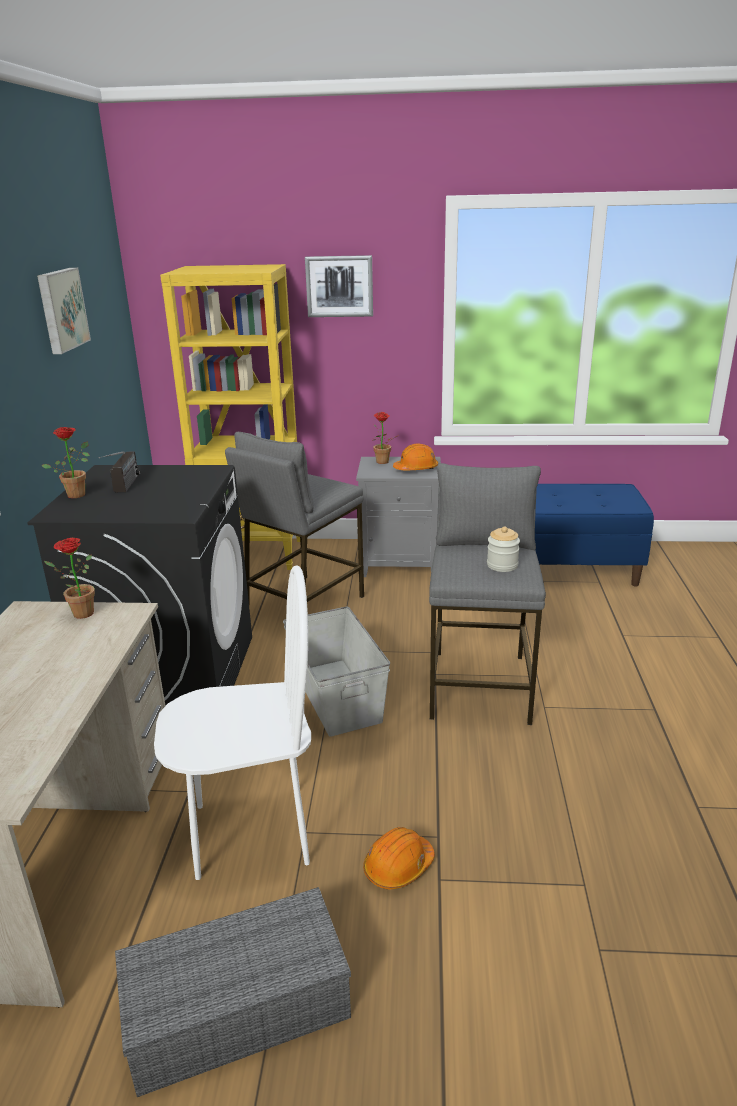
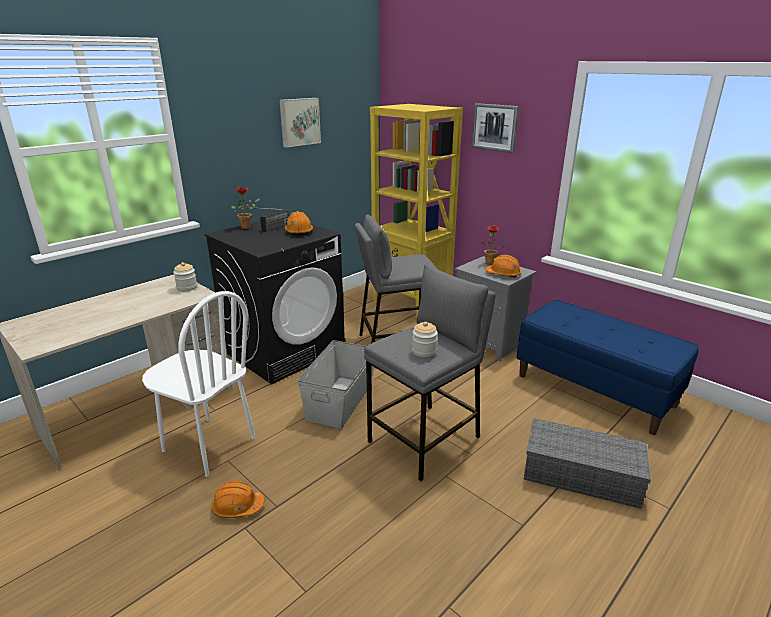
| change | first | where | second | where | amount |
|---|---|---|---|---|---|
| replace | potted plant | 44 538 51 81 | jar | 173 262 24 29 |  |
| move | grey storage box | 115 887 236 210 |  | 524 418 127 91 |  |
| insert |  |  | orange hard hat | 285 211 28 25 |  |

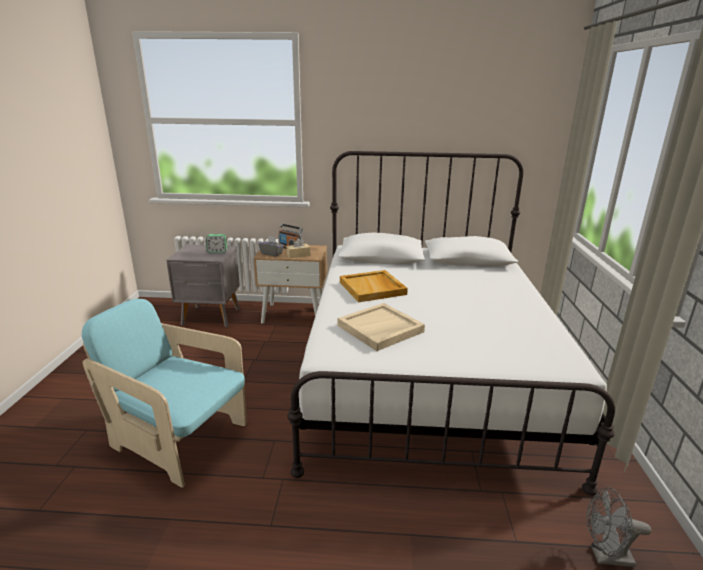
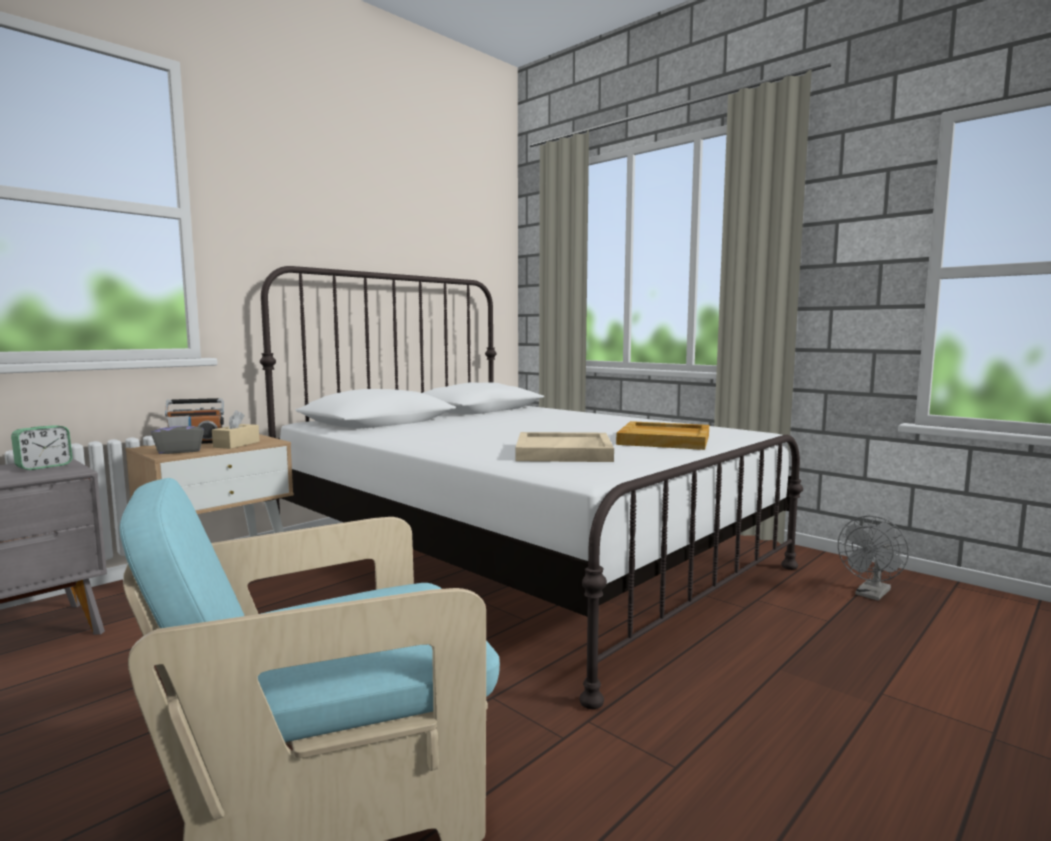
| change | first | where | second | where | amount |
|---|---|---|---|---|---|
| move | beige tray | 340 270 68 32 |  | 616 421 93 29 |  |

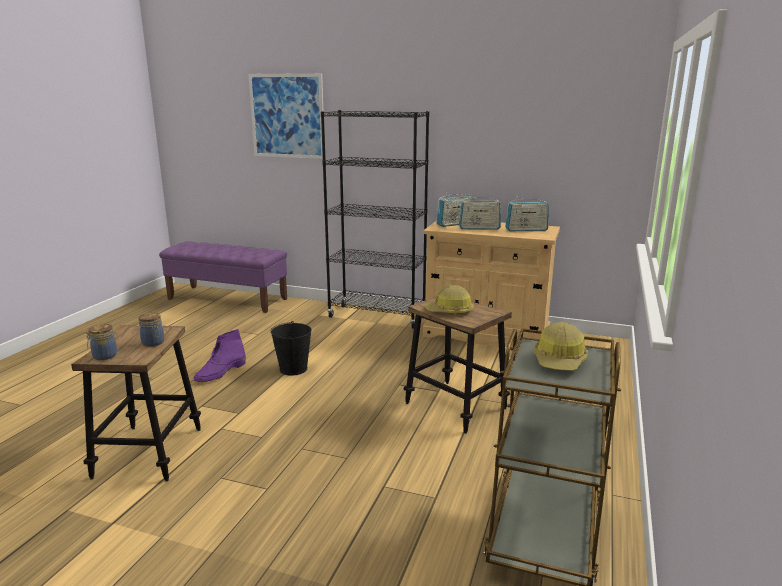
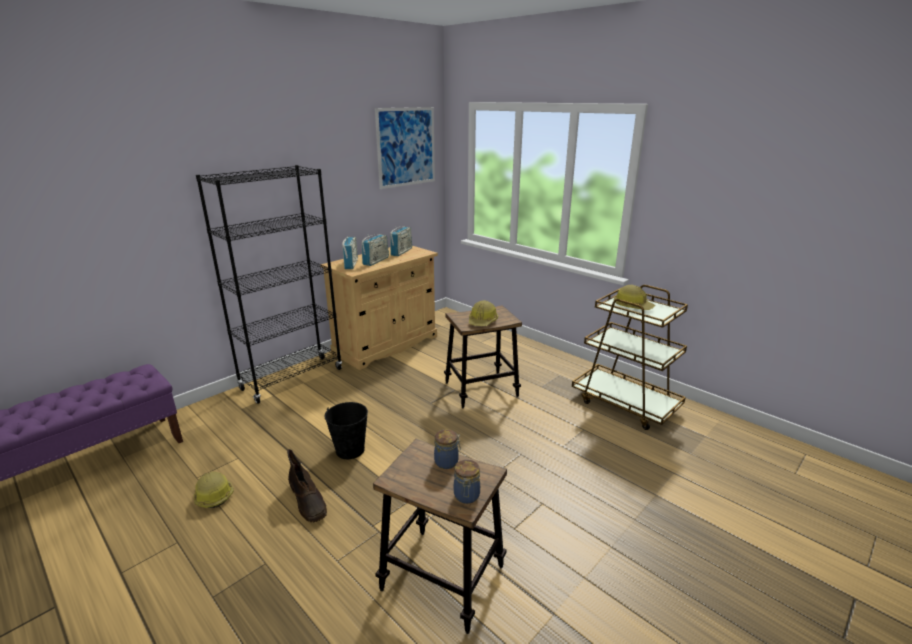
| change | first | where | second | where | amount |
|---|---|---|---|---|---|
| move | picture | 248 73 75 86 |  | 375 107 60 82 |  |
| recolor | purple boot | 194 329 52 53 | brown boot | 287 449 40 74 |  |
| insert |  |  | hard hat | 194 471 40 37 |  |

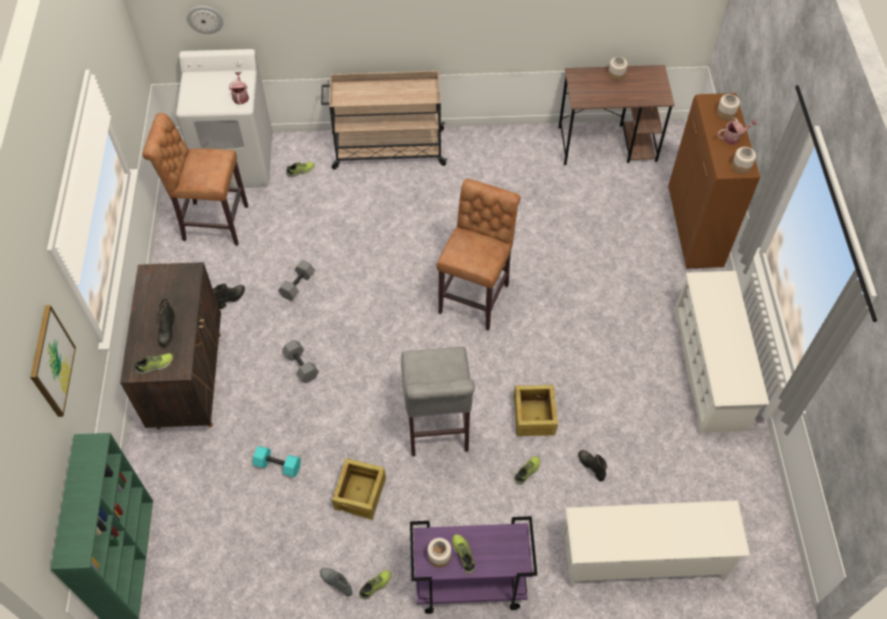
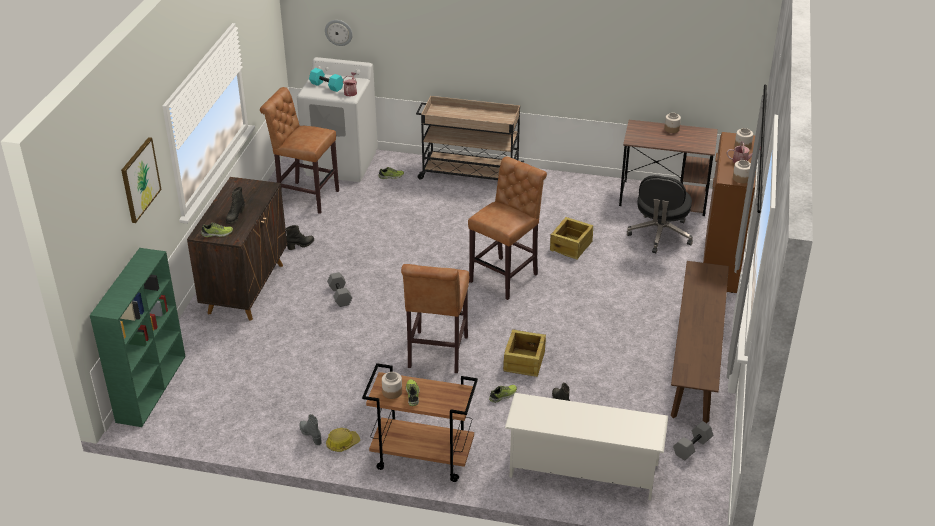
| change | first | where | second | where | amount |
|---|---|---|---|---|---|
| move | grey dumbbell | 278 260 37 41 |  | 673 421 41 39 |  |
| replace | white shoe rack | 674 271 95 164 | brown bench | 671 261 58 162 |  |
| recolor | grey stool | 401 346 74 110 | brown stool | 401 264 68 109 |  |
| move | turquoise dumbbell | 253 446 48 31 |  | 309 68 35 24 |  |
| move | crate | 332 458 54 62 |  | 550 217 43 43 |  |
| recolor | purple cart | 410 516 127 98 | brown cart | 362 363 116 119 |  |
| replace | shoe | 359 570 32 30 | hard hat | 326 428 34 24 |  |
| insert |  |  | black office chair | 627 175 66 78 |  |

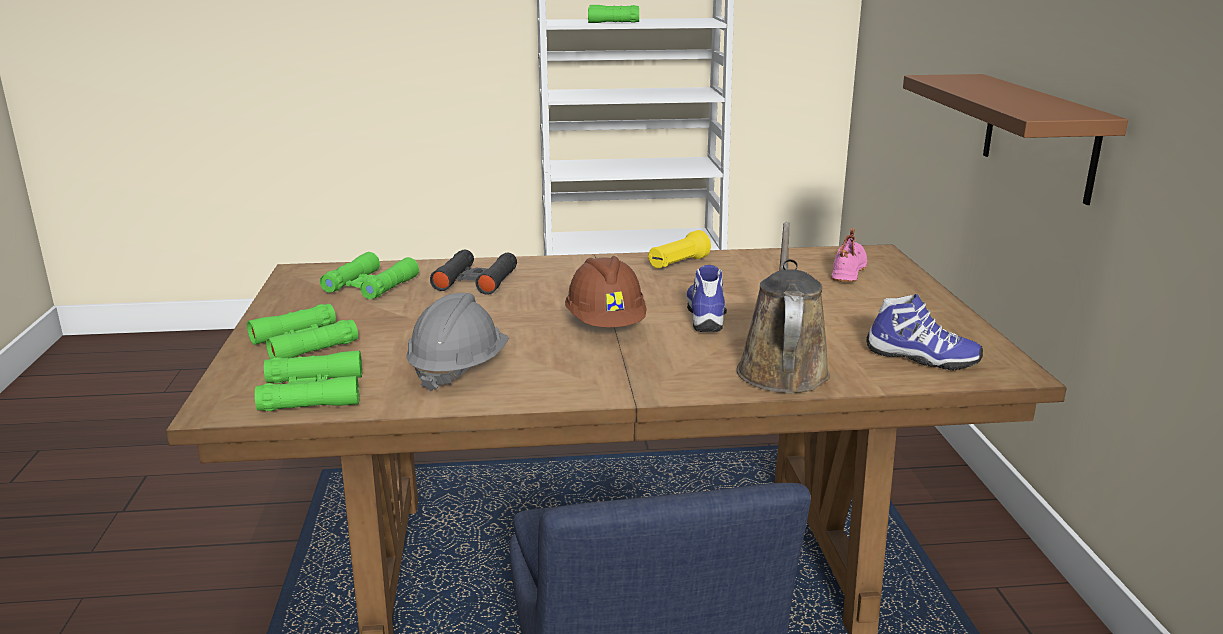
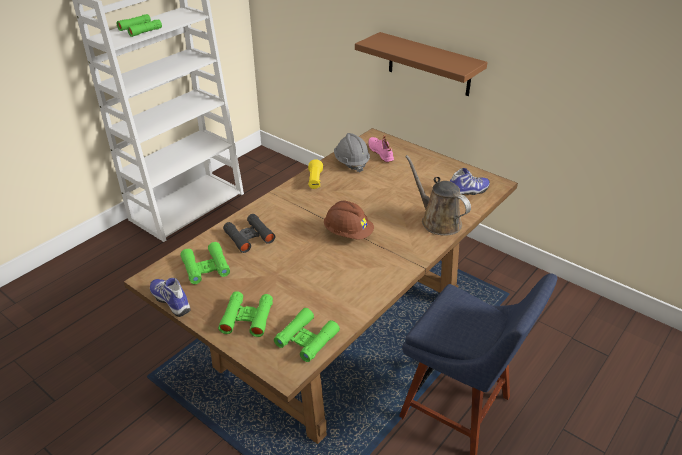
| change | first | where | second | where | amount |
|---|---|---|---|---|---|
| move | shoe | 687 265 40 67 |  | 150 278 40 39 |  |
| move | grey hard hat | 406 293 103 99 |  | 334 133 36 40 |  |

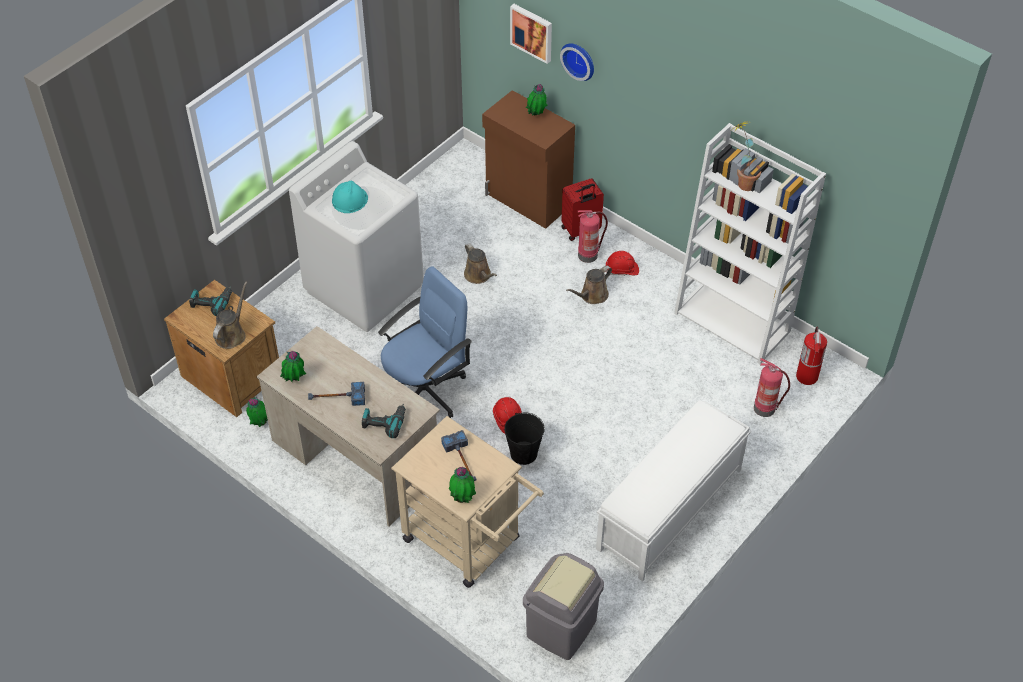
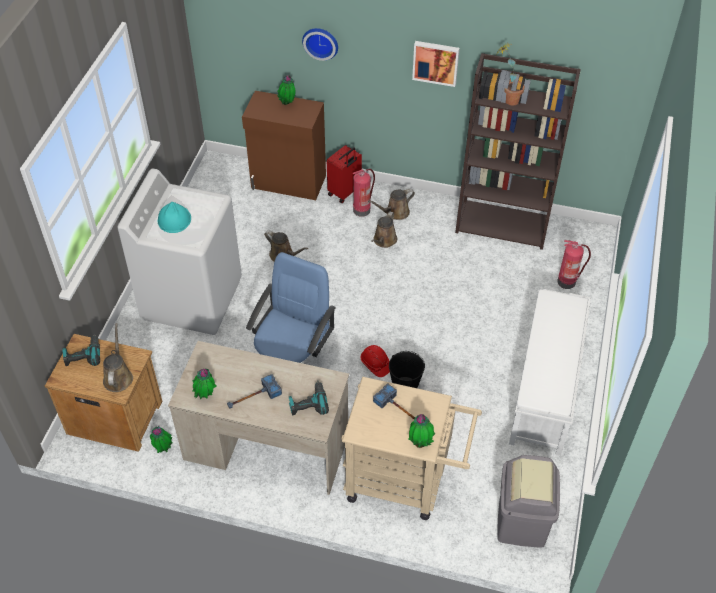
| change | first | where | second | where | amount |
|---|---|---|---|---|---|
| move | picture | 510 4 42 60 |  | 412 41 48 46 |  |
| recolor | white bookcase | 674 123 152 241 | brown bookcase | 455 53 126 197 |  |
| replace | red hard hat | 605 251 34 25 | brown watering can | 368 189 47 31 |  |
| delete | fire extinguisher | 796 327 31 58 |  |  |  |

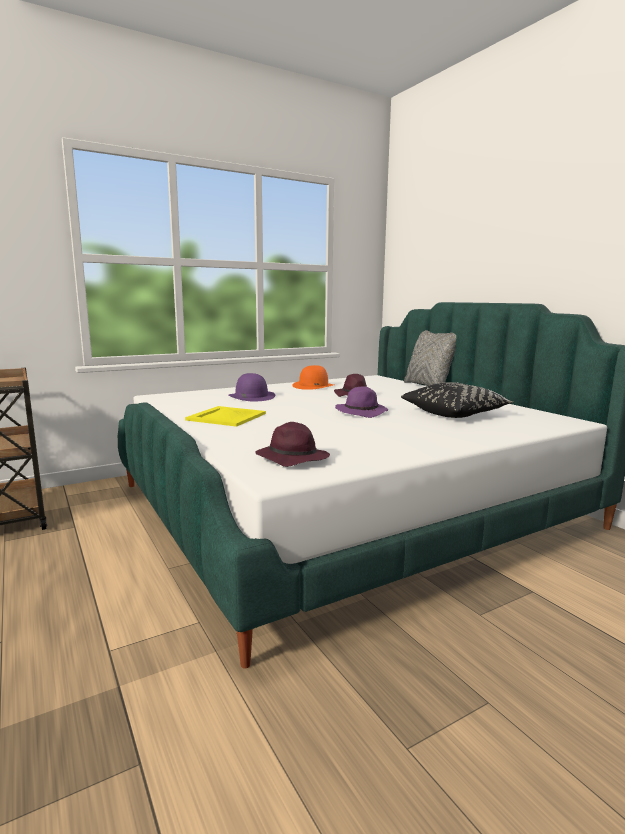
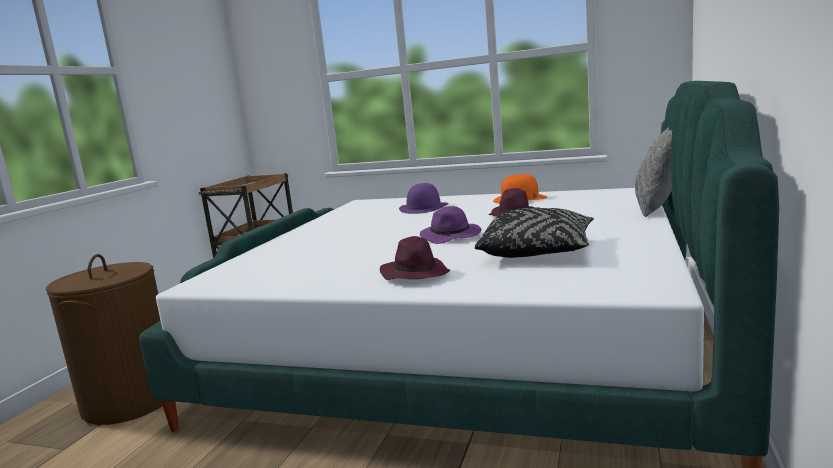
| change | first | where | second | where | amount |
|---|---|---|---|---|---|
| delete | yellow tray | 185 406 81 21 |  |  |  |
| move | purple hat | 255 422 75 45 |  | 379 236 71 44 |  |
| insert |  |  | brown laundry basket | 46 254 116 171 |  |

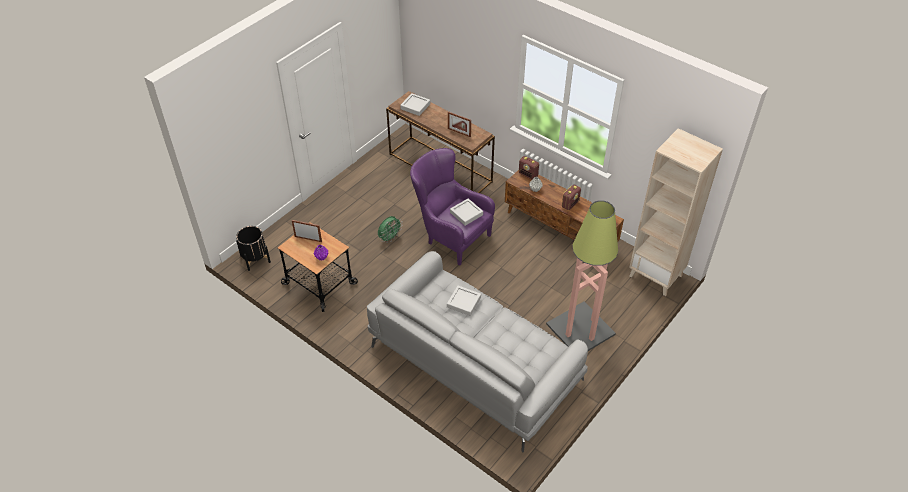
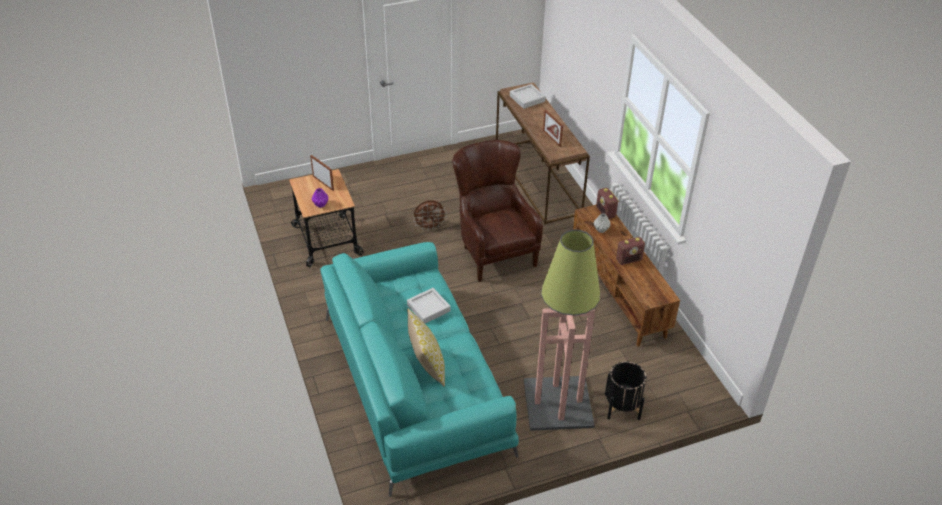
| change | first | where | second | where | amount |
|---|---|---|---|---|---|
| delete | beige bookcase | 629 128 94 168 |  |  |  |
| recolor | purple armchair | 410 148 85 118 | brown armchair | 453 140 90 142 |  |
| delete | grey tray | 450 198 33 28 |  |  |  |
| recolor | green fan | 378 216 25 25 | brown fan | 413 200 34 30 |  |
| move | black planter | 236 226 35 45 |  | 605 361 42 59 |  |
| recolor | grey sofa | 367 251 221 201 | turquoise sofa | 320 242 199 255 |  |
| insert |  |  | pillow | 407 308 38 79 |  |

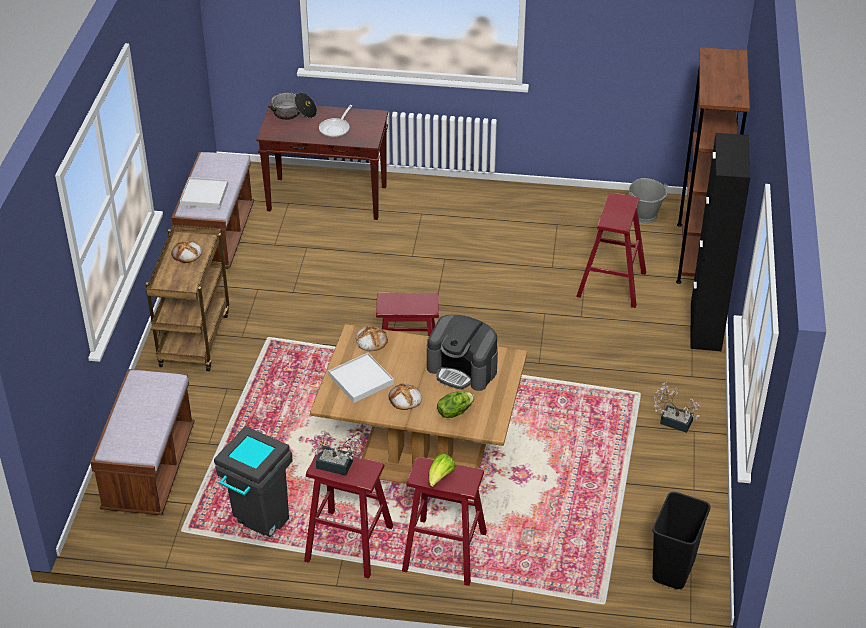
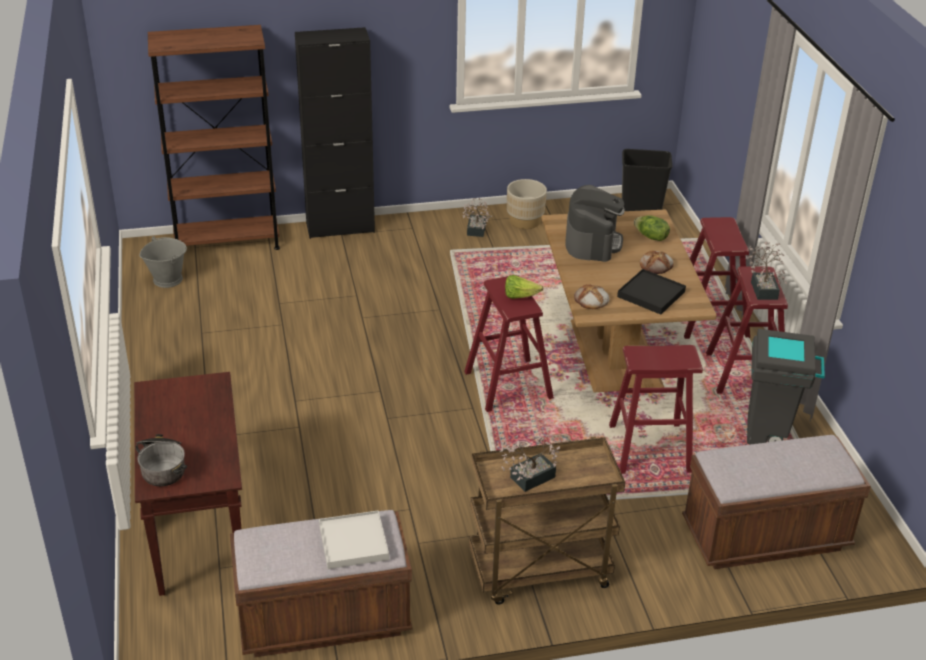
| change | first | where | second | where | amount |
|---|---|---|---|---|---|
| delete | frying pan | 319 105 33 33 |  |  |  |
| move | red stool | 576 193 70 115 |  | 609 345 94 129 |  |
| replace | bread | 171 241 31 22 | potted plant | 500 434 60 58 |  |
| recolor | white tray | 328 353 66 50 | black tray | 617 269 69 45 |  |
| move | lettuce | 429 454 26 33 |  | 505 275 38 24 |  |
| insert |  |  | beige planter | 507 179 40 50 |  |

